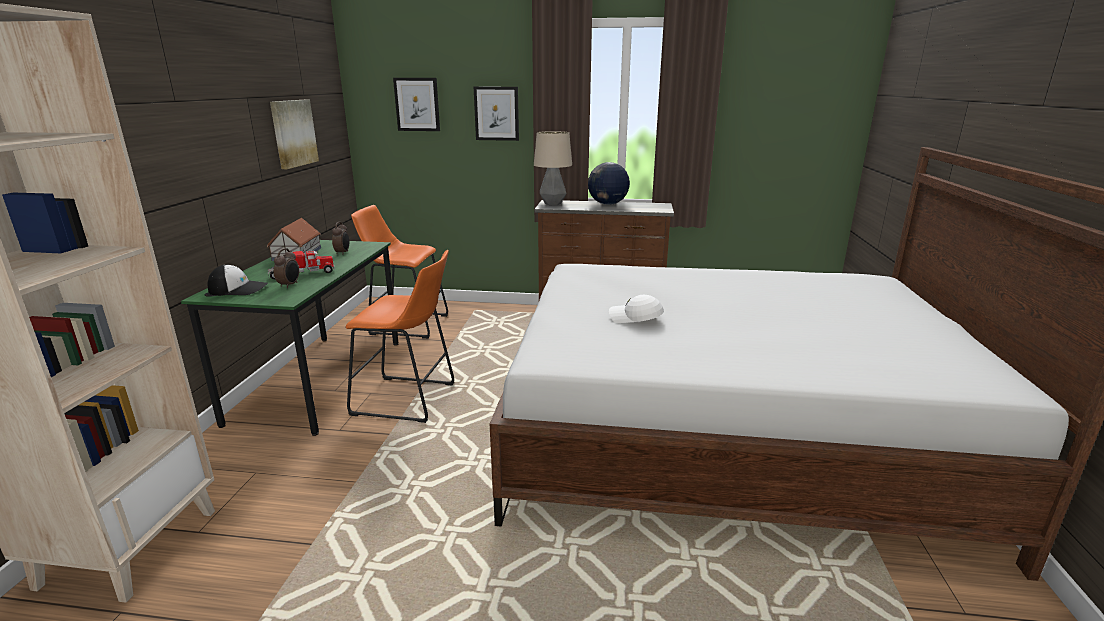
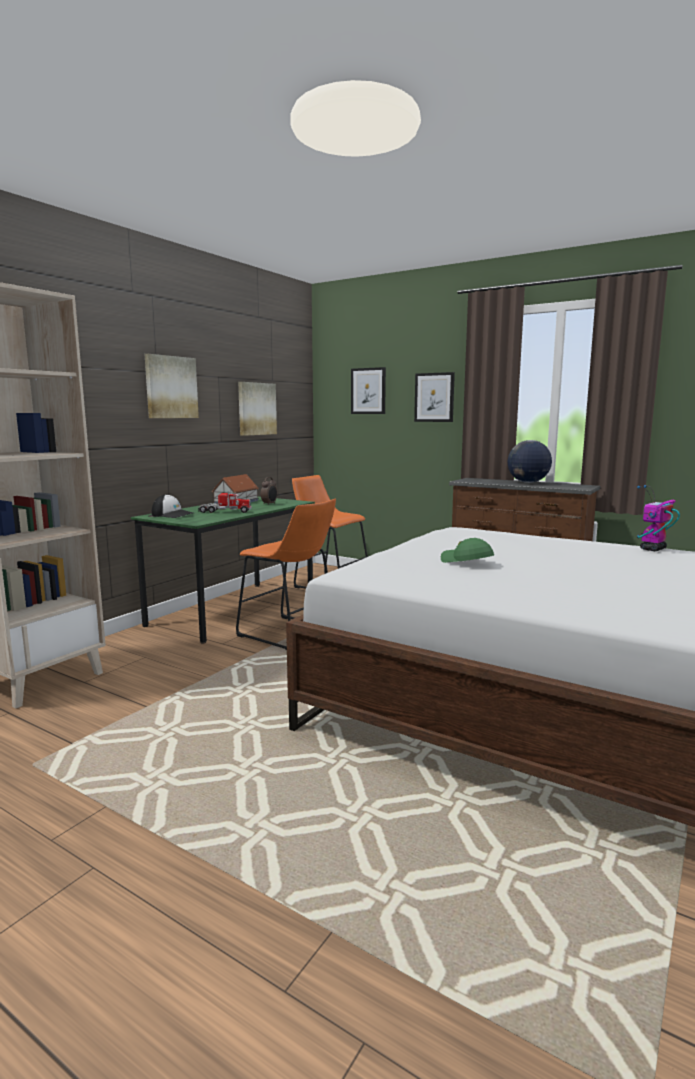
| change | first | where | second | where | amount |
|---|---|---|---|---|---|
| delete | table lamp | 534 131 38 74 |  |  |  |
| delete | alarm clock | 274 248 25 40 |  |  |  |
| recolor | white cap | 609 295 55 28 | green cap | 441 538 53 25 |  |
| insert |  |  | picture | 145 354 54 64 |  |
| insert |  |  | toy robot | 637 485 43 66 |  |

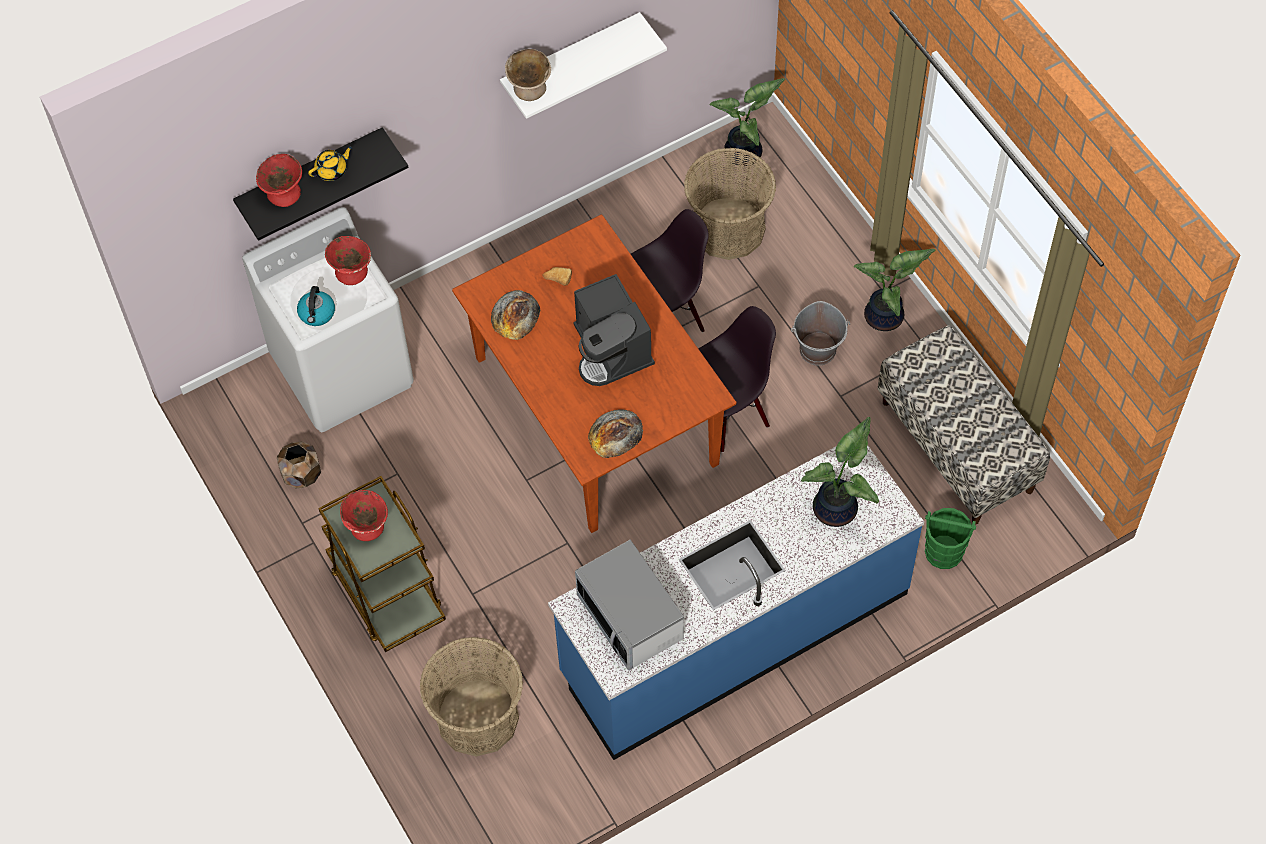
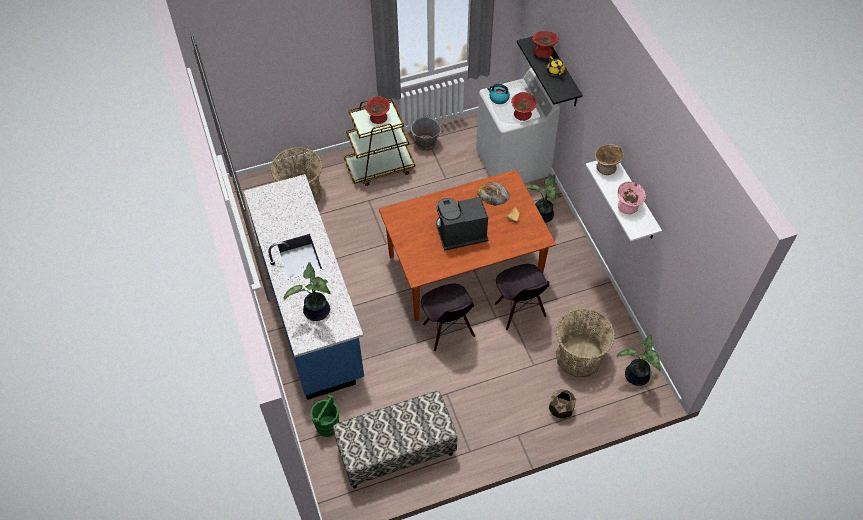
| change | first | where | second | where | amount |
|---|---|---|---|---|---|
| move | potted plant | 854 249 81 82 |  | 525 174 36 49 |  |
| move | grey bucket | 791 301 59 65 |  | 411 115 30 36 |  |
| delete | bread | 588 410 55 48 |  |  |  |
| move | brown planter | 277 441 44 47 |  | 549 389 27 30 |  |
| delete | microwave | 575 540 109 130 |  |  |  |
| insert |  |  | pink bowl | 617 182 29 32 |  |

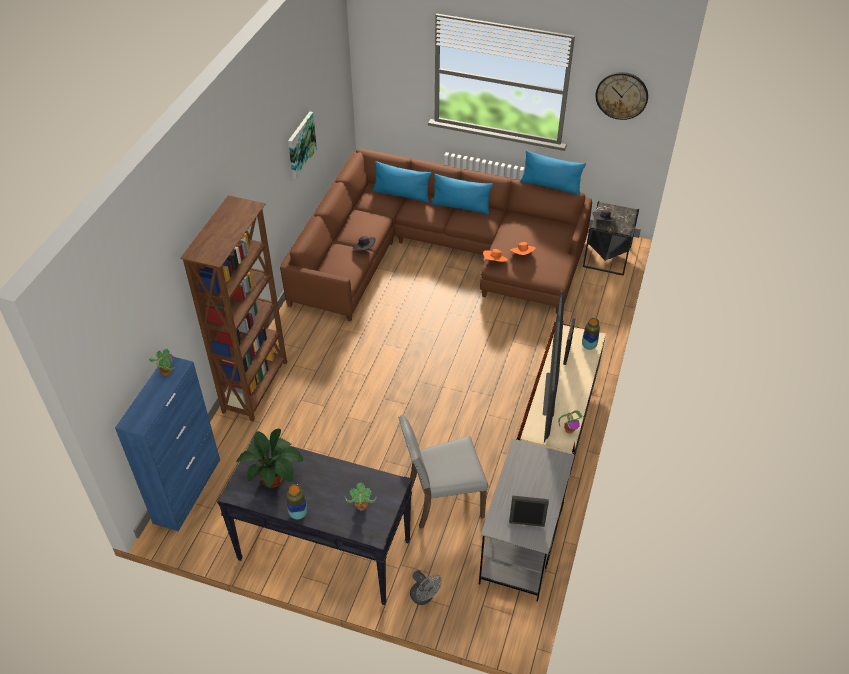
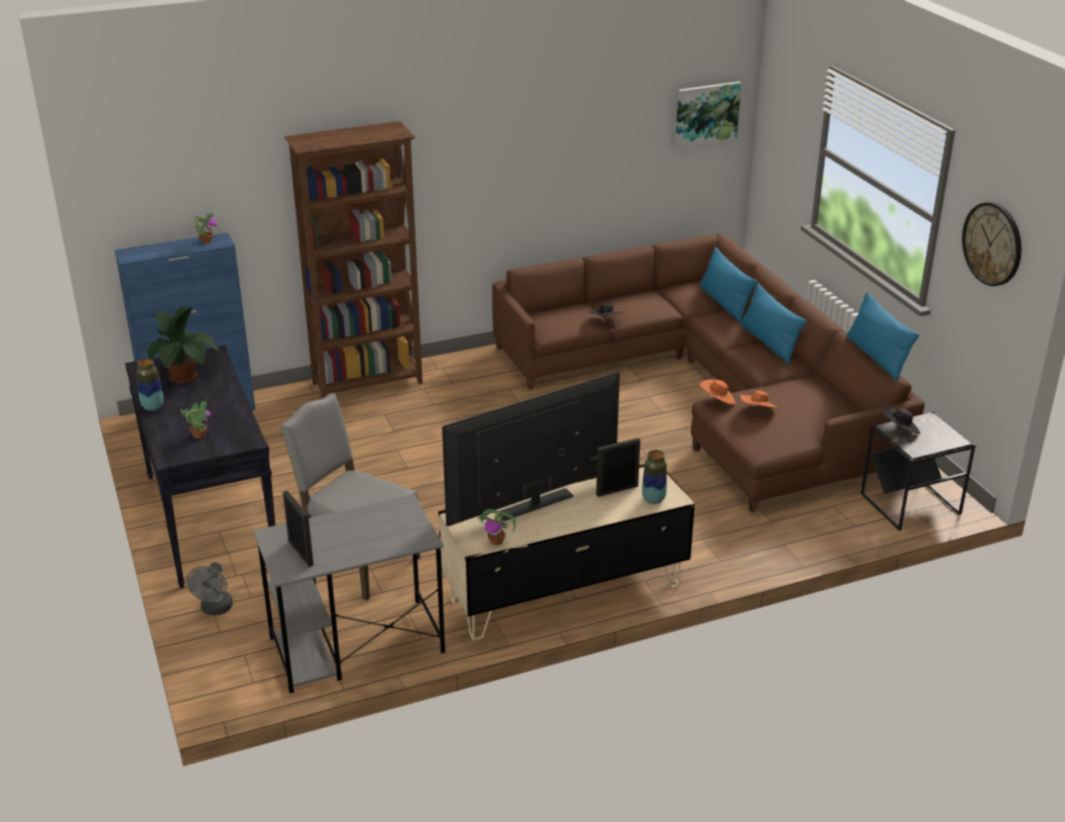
| change | first | where | second | where | amount |
|---|---|---|---|---|---|
| move | picture | 288 112 29 67 |  | 675 82 66 65 |  |

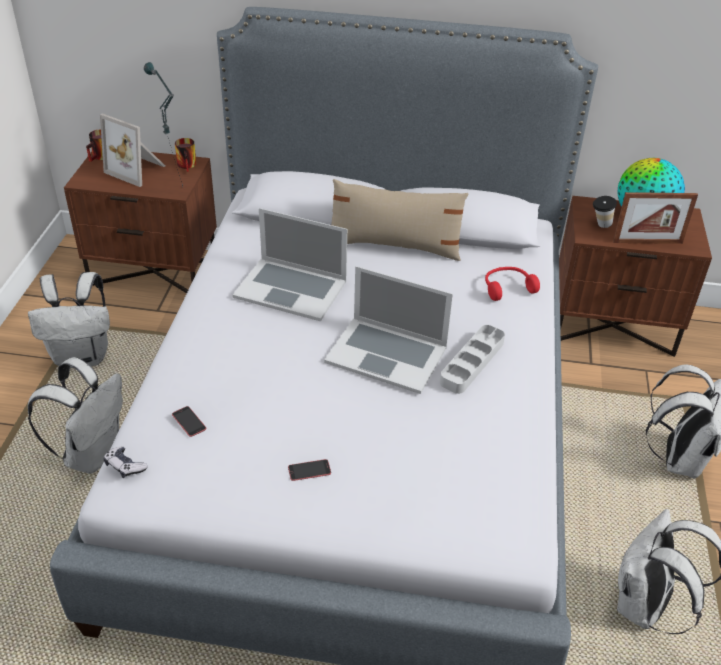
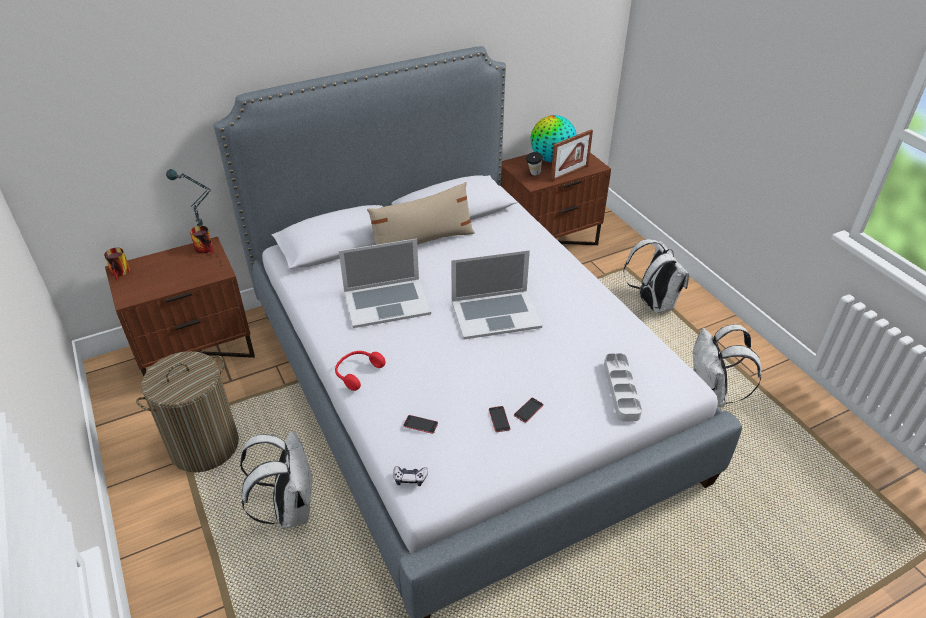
| change | first | where | second | where | amount |
|---|---|---|---|---|---|
| delete | picture frame | 100 113 65 74 |  |  |  |
| move | red headphones | 485 267 55 34 |  | 335 351 51 40 |  |
| replace | white backpack | 28 272 82 96 | laundry basket | 136 351 103 121 |  |
| move | grey tray | 440 325 65 69 |  | 604 353 38 69 |  |
| insert |  |  | phone | 489 406 22 26 |  |

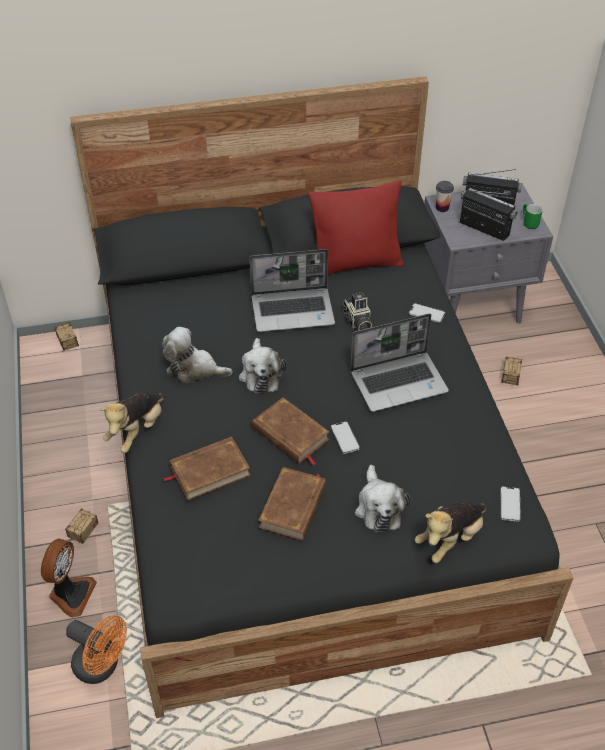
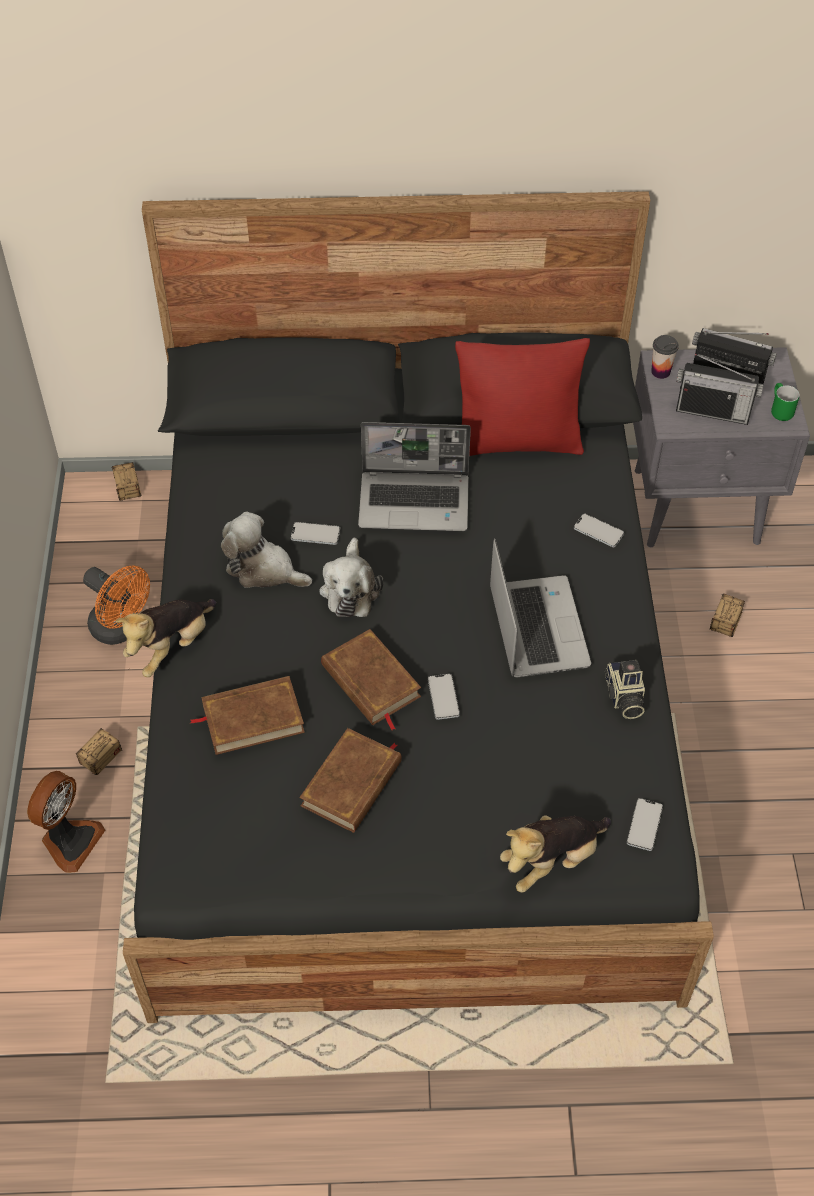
| change | first | where | second | where | amount |
|---|---|---|---|---|---|
| rotate | radio | 460 188 58 53 |  | 676 354 88 71 | 150 degrees clockwise |
| move | photo camera | 342 292 30 38 |  | 604 660 41 59 |  |
| rotate | laptop | 350 313 99 99 |  | 490 538 101 140 | 90 degrees counterclockwise |
| delete | plush toy | 355 465 55 67 |  |  |  |
| move | orange fan | 66 615 61 69 |  | 83 565 67 80 |  |
| insert |  |  | phone | 291 522 49 23 |  |

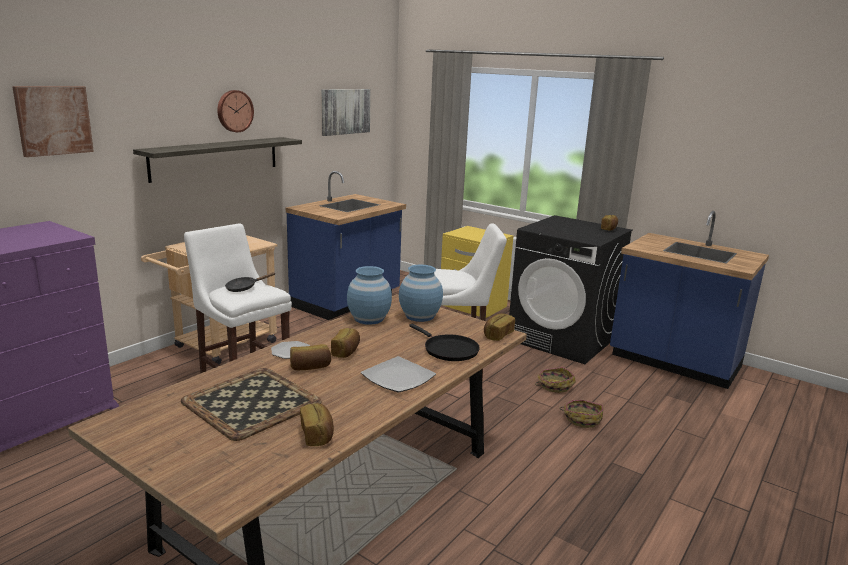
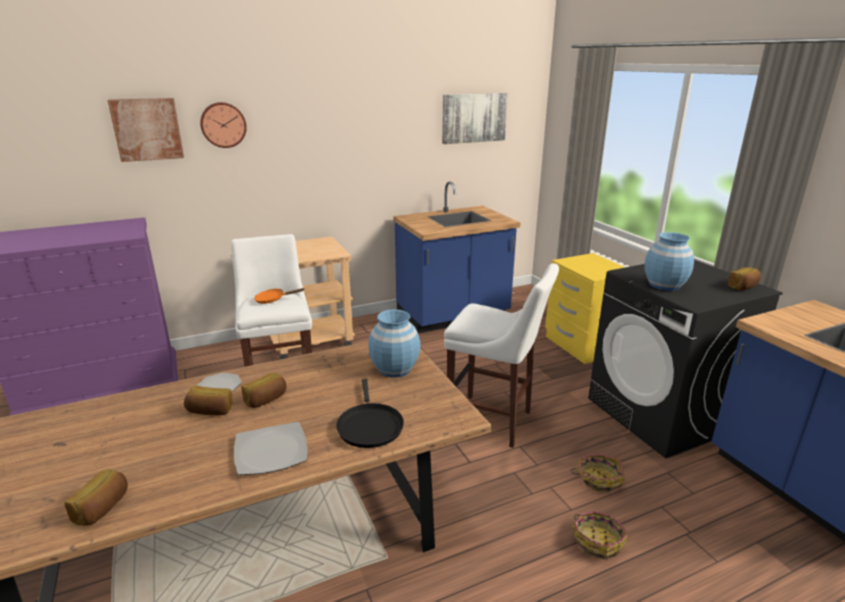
| change | first | where | second | where | amount |
|---|---|---|---|---|---|
| move | wall clock | 217 90 37 42 |  | 200 102 47 46 |  |
| delete | shelf | 133 137 169 46 |  |  |  |
| move | blue vase | 347 266 45 59 |  | 644 232 50 59 |  |
| recolor | black frying pan | 225 272 50 20 | orange frying pan | 254 288 51 16 |  |
| delete | bread | 484 313 31 28 |  |  |  |
| delete | tray | 181 368 140 73 |  |  |  |

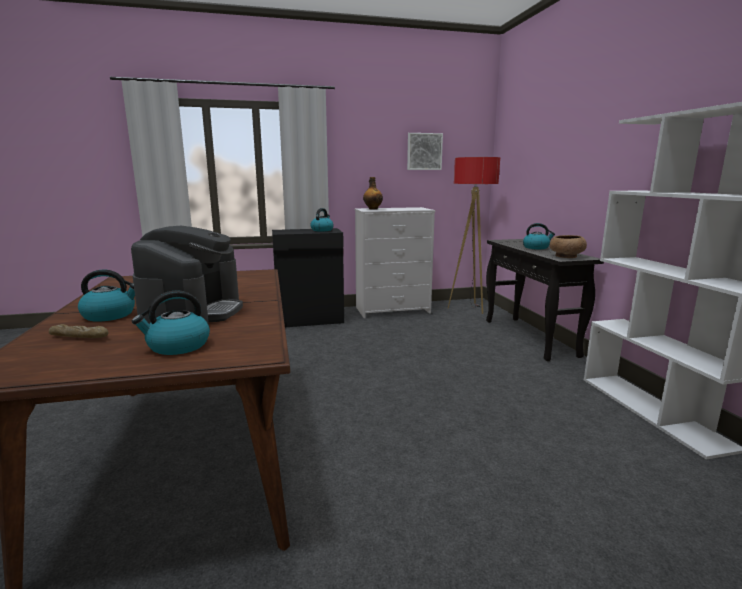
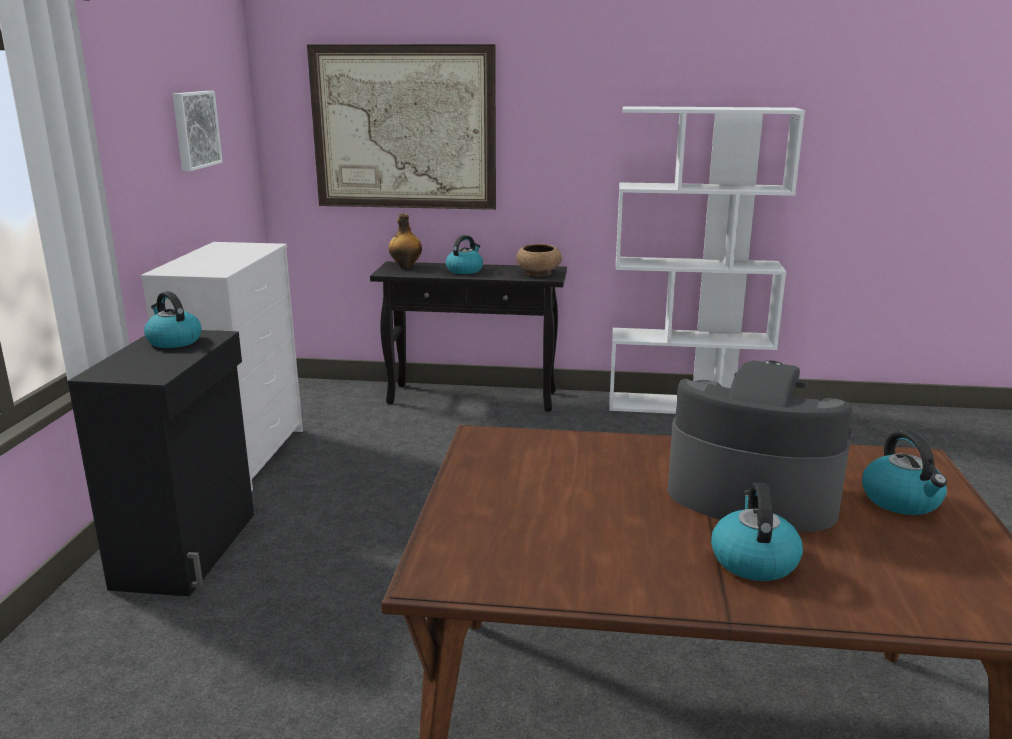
| change | first | where | second | where | amount |
|---|---|---|---|---|---|
| delete | floor lamp | 448 157 52 157 |  |  |  |
| move | bottle | 363 177 20 33 |  | 389 214 33 54 |  |
| delete | bread | 49 324 59 14 |  |  |  |
| insert |  |  | picture | 307 44 189 166 |  |

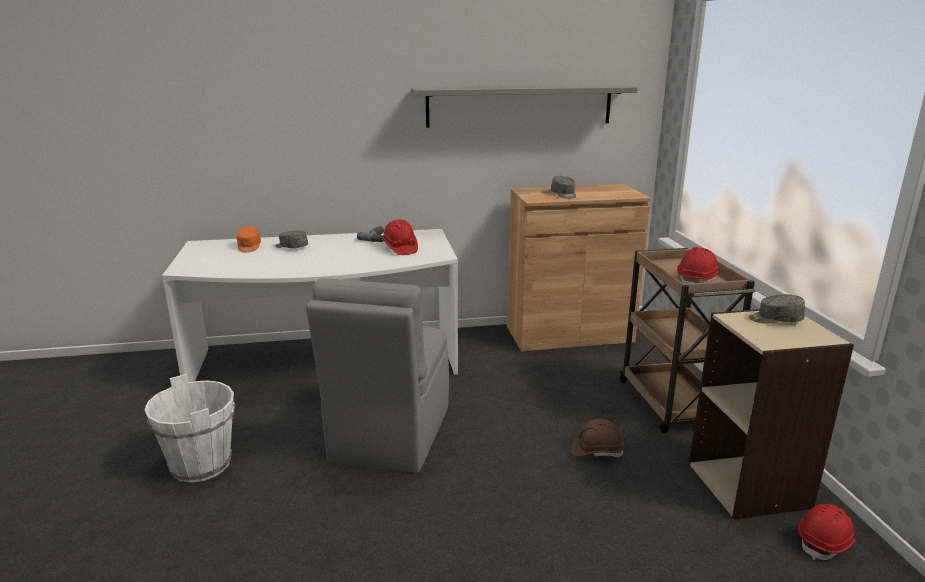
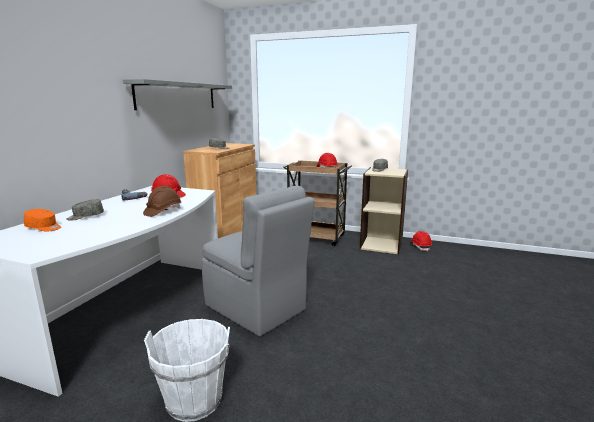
| change | first | where | second | where | amount |
|---|---|---|---|---|---|
| move | brown hard hat | 571 419 53 38 |  | 143 186 38 31 |  |

